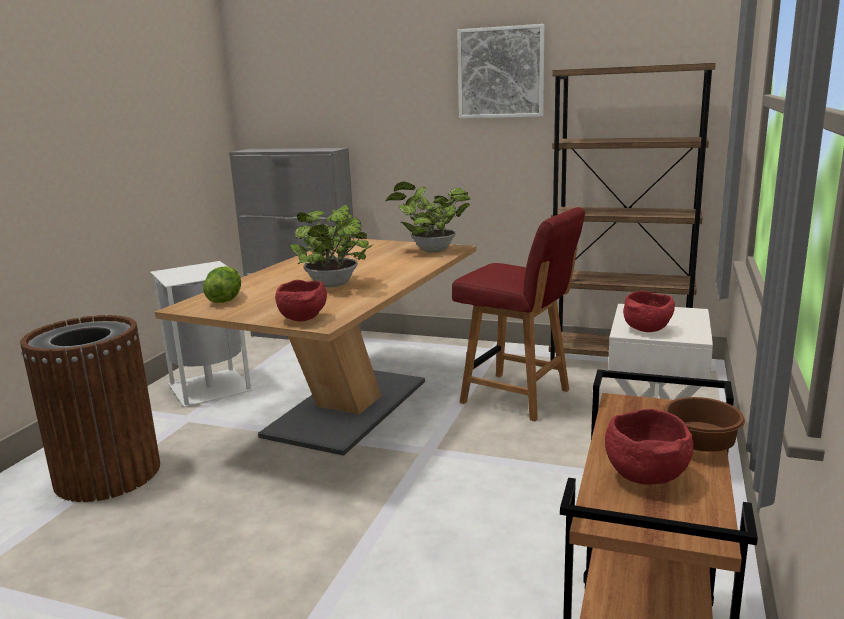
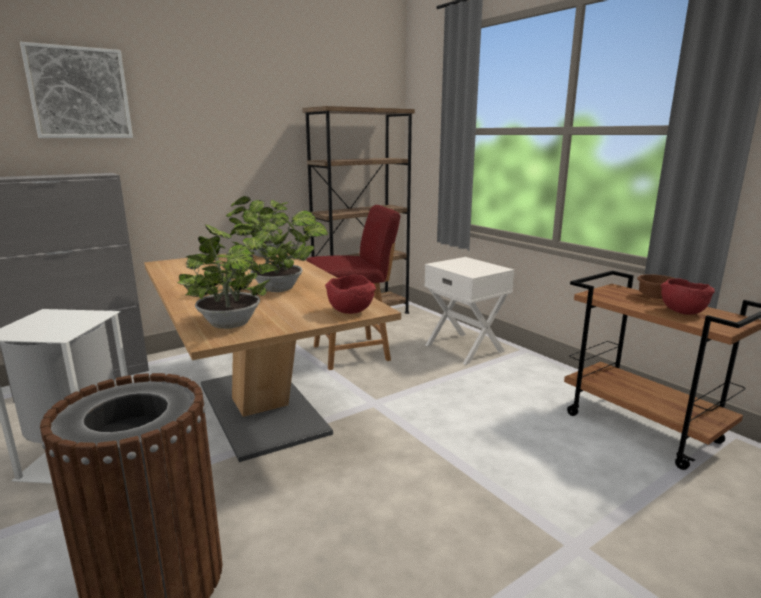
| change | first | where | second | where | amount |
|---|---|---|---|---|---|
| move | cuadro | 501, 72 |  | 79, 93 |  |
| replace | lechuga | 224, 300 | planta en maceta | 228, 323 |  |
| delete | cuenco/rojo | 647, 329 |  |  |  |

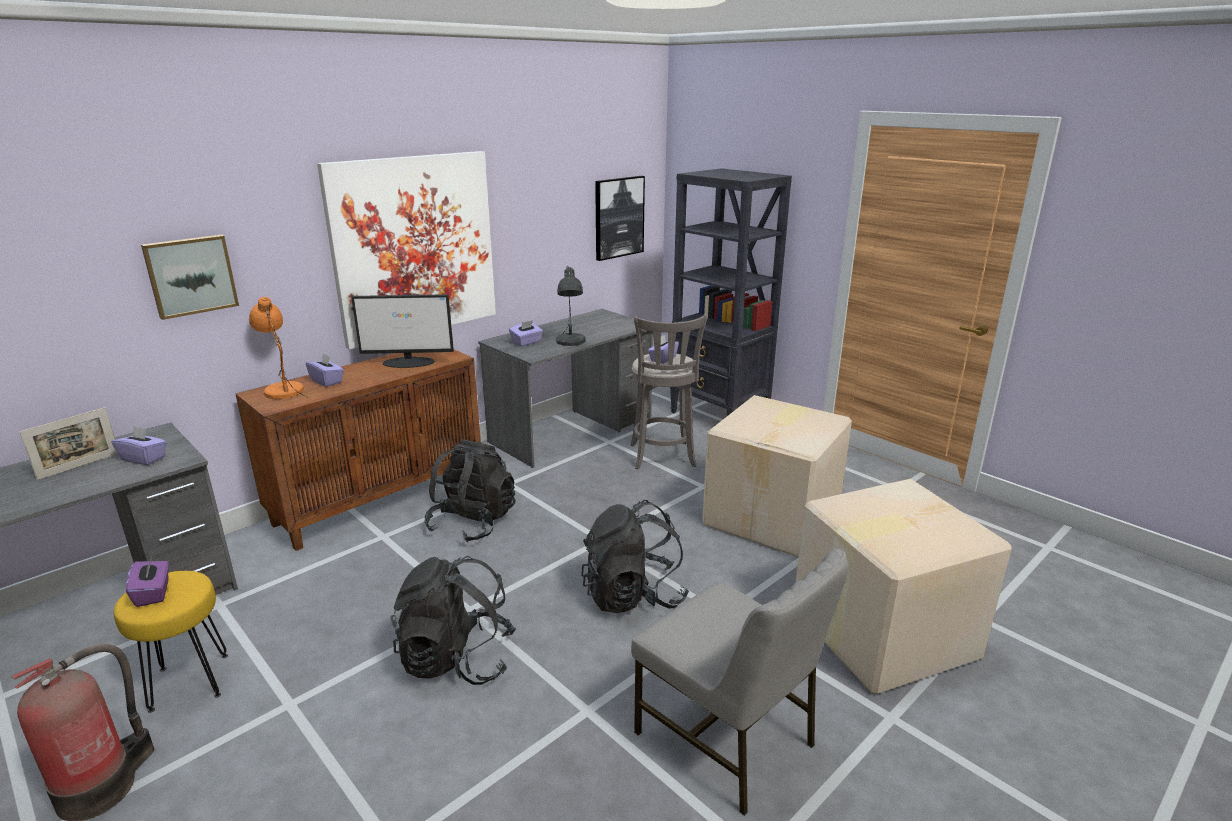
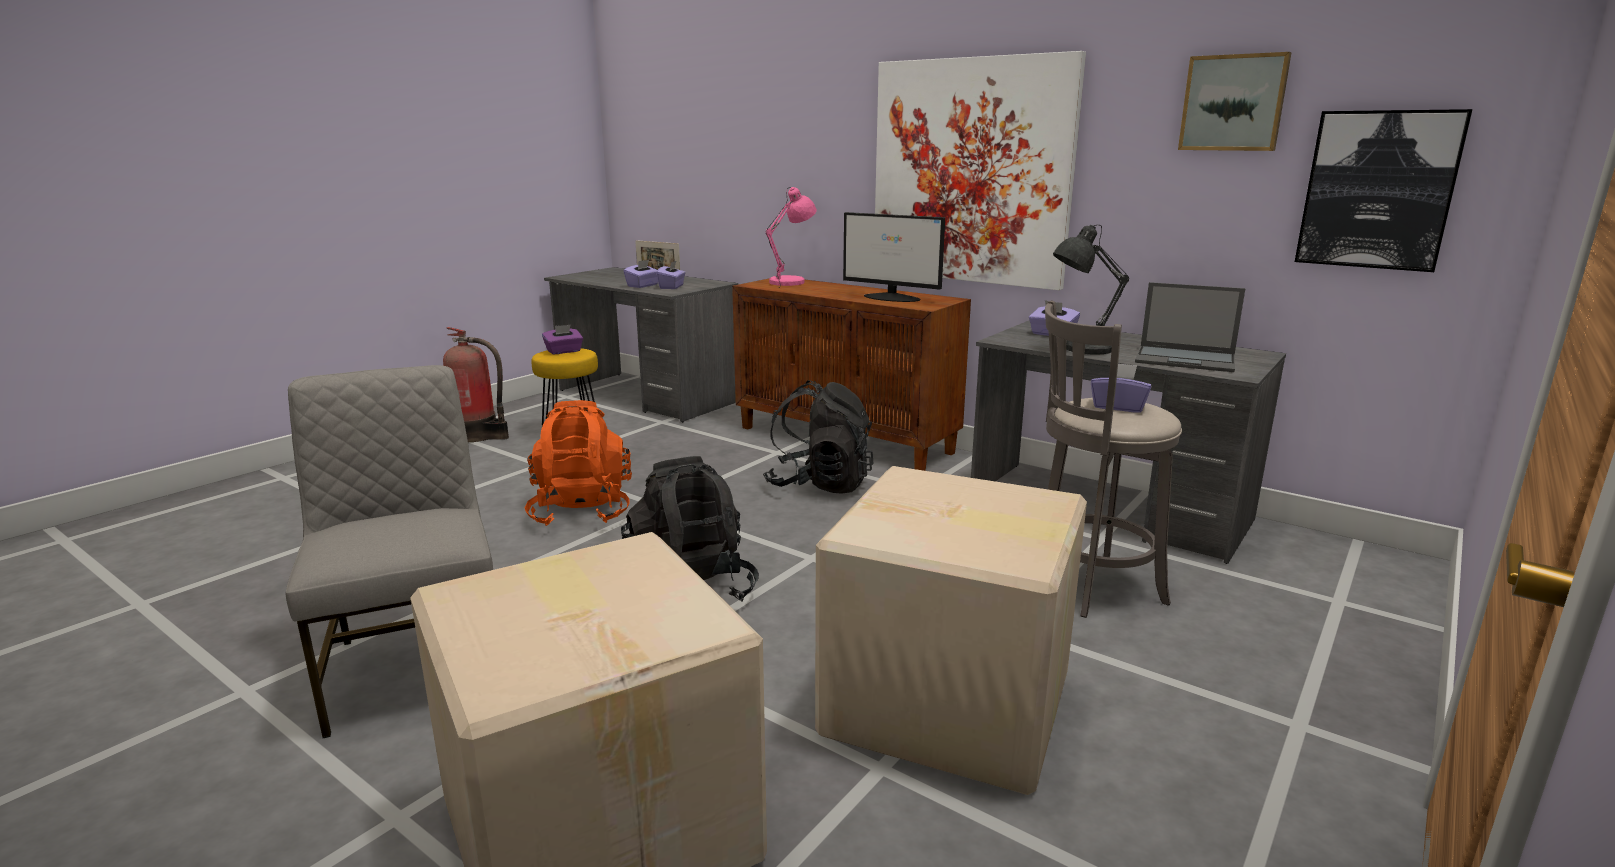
| change | first | where | second | where | amount |
|---|---|---|---|---|---|
| rotate | silla/gris | 727, 739 |  | 417, 666 | 120 degrees clockwise |
| recolor | mochila/negro | 456, 660 | mochila/naranja | 582, 511 |  |
| move | caja de pañuelos/morado | 327, 381 |  | 643, 285 |  |
| recolor | lámpara de mesa/naranja | 283, 390 | lámpara de mesa/rosa | 791, 282 |  |
| rotate | monitor | 409, 362 |  | 892, 298 | 45 degrees counterclockwise |
| insert |  |  | portátil | 1186, 359 |  |
| move | cuadro | 190, 275 |  | 1233, 103 |  |
| delete | estantería/negro | 719, 415 |  |  |  |

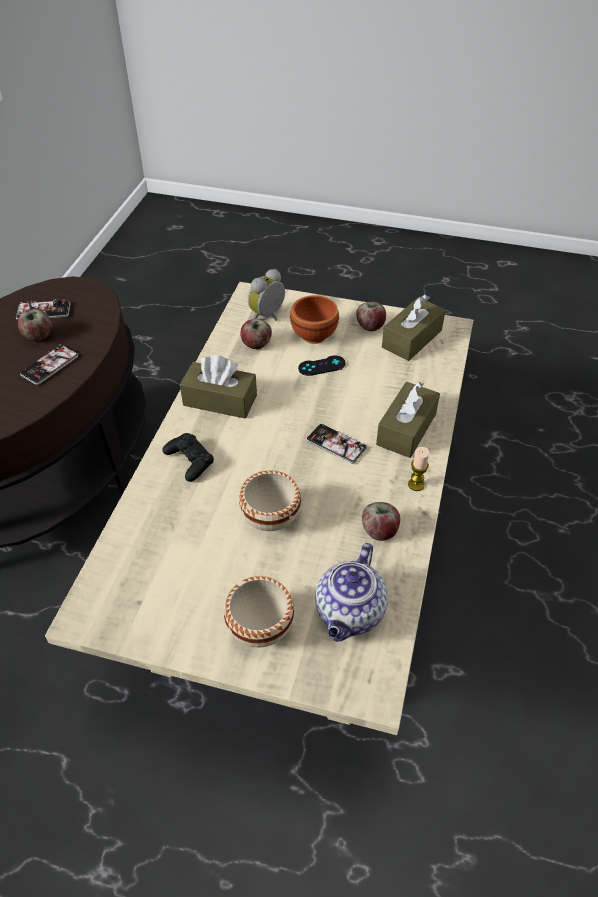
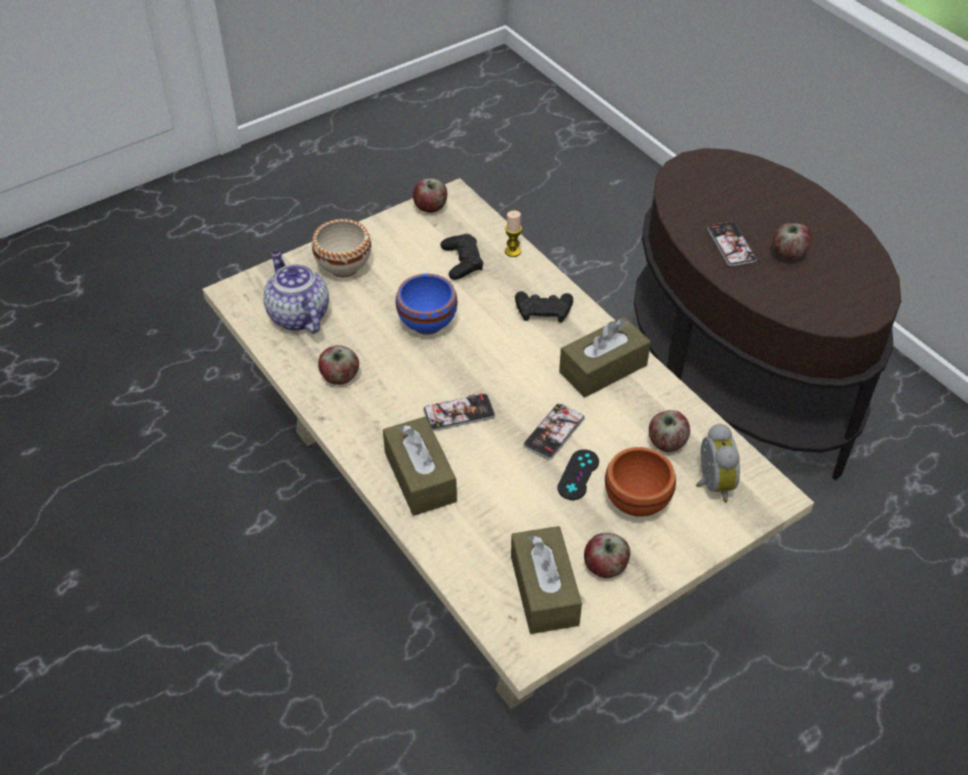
| change | first | where | second | where | amount |
|---|---|---|---|---|---|
| recolor | cuenco/beis | 272, 519 | cuenco/azul | 425, 324 |  |
| insert |  |  | manzana | 430, 208 |  |
| insert |  |  | mando de consola/negro | 462, 262 |  |
| move | vela | 416, 484 |  | 512, 251 |  |
| move | móvil | 43, 311 |  | 554, 432 |  |

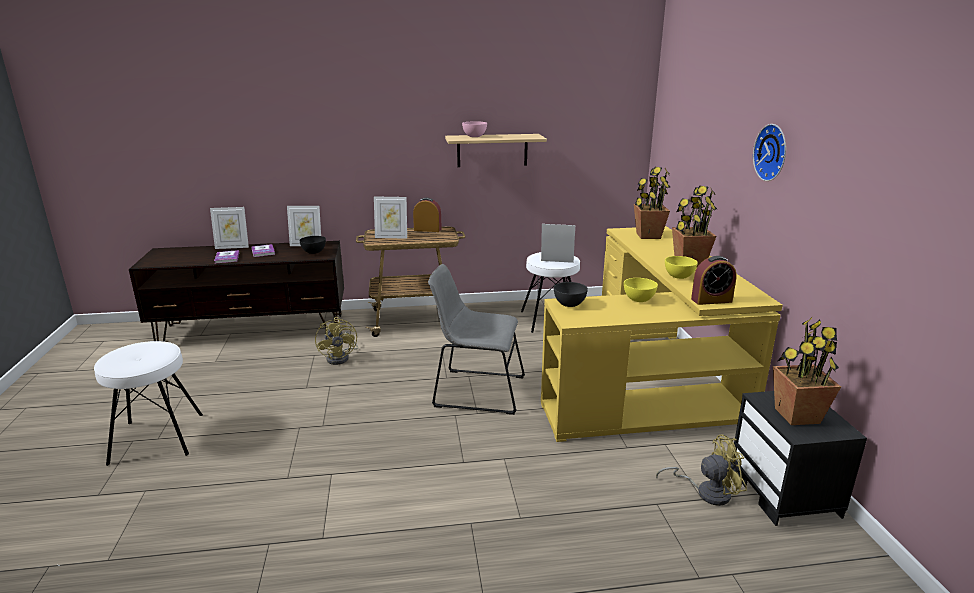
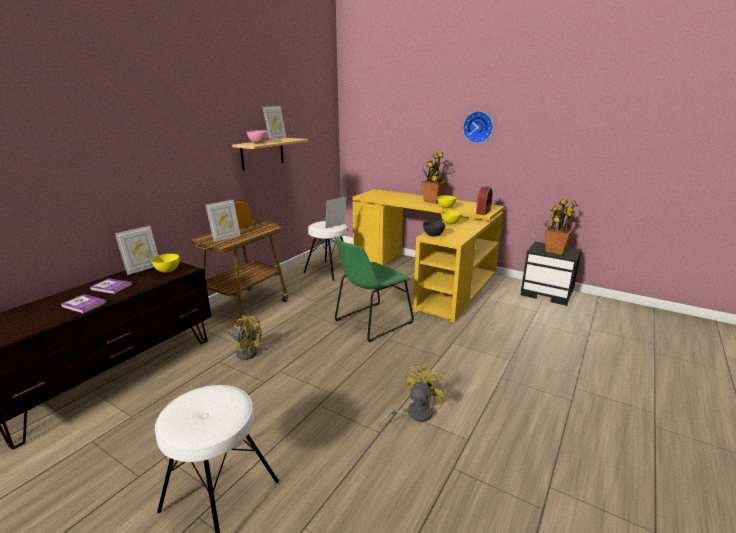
| change | first | where | second | where | amount |
|---|---|---|---|---|---|
| recolor | cuenco/negro | 314, 252 | cuenco/amarillo | 168, 270 |  |
| move | portarretratos | 232, 247 |  | 276, 139 |  |
| recolor | silla/gris | 475, 391 | silla/verde | 371, 322 |  |
| move | ventilador/amarillo | 706, 492 |  | 414, 414 |  |
| delete | planta en maceta | 648, 236 |  |  |  |

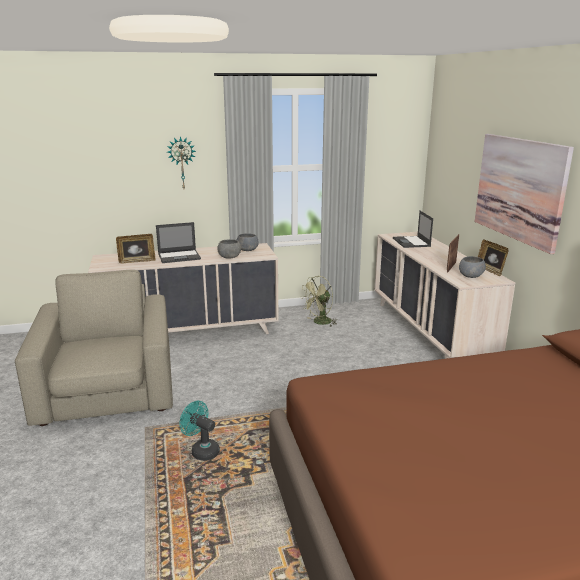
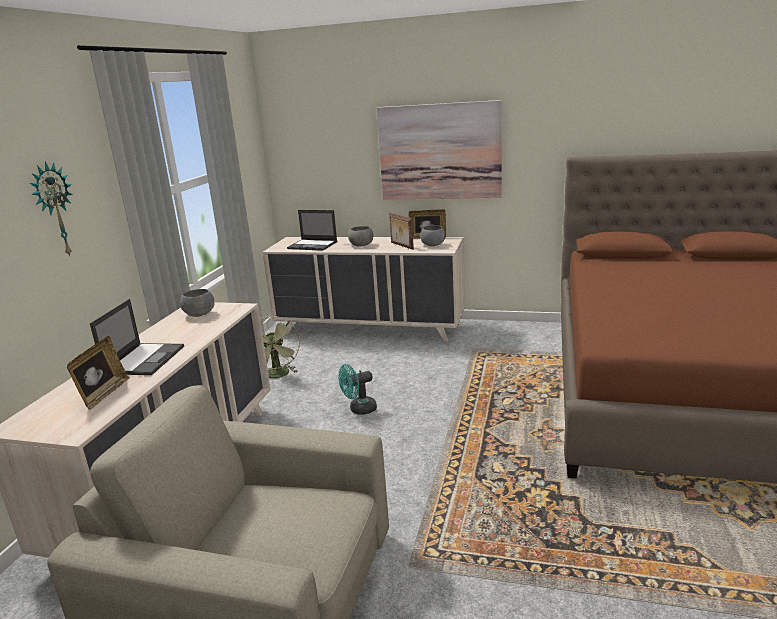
| change | first | where | second | where | amount |
|---|---|---|---|---|---|
| move | ventilador/turquesa | 202, 450 |  | 359, 410 |  |
| move | cuenco/gris | 229, 257 |  | 361, 245 |  |

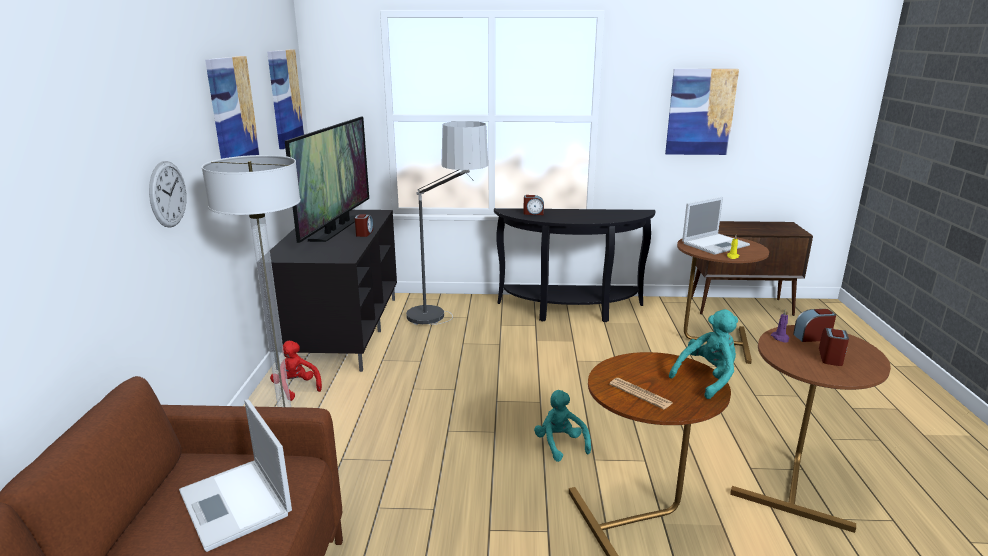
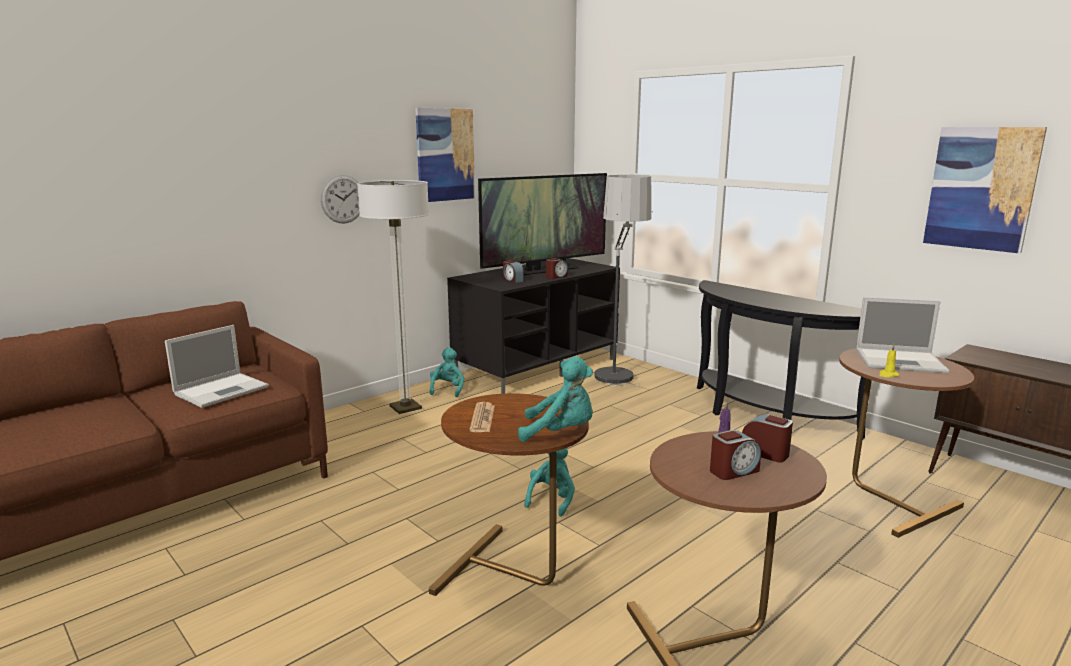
| change | first | where | second | where | amount |
|---|---|---|---|---|---|
| rotate | portátil | 236, 504 |  | 223, 390 | 150 degrees counterclockwise |
| recolor | peluche/rojo | 296, 388 | peluche/turquesa | 447, 389 |  |
| move | despertador | 533, 213 |  | 512, 280 |  |
| delete | cuadro | 285, 98 |  |  |  |

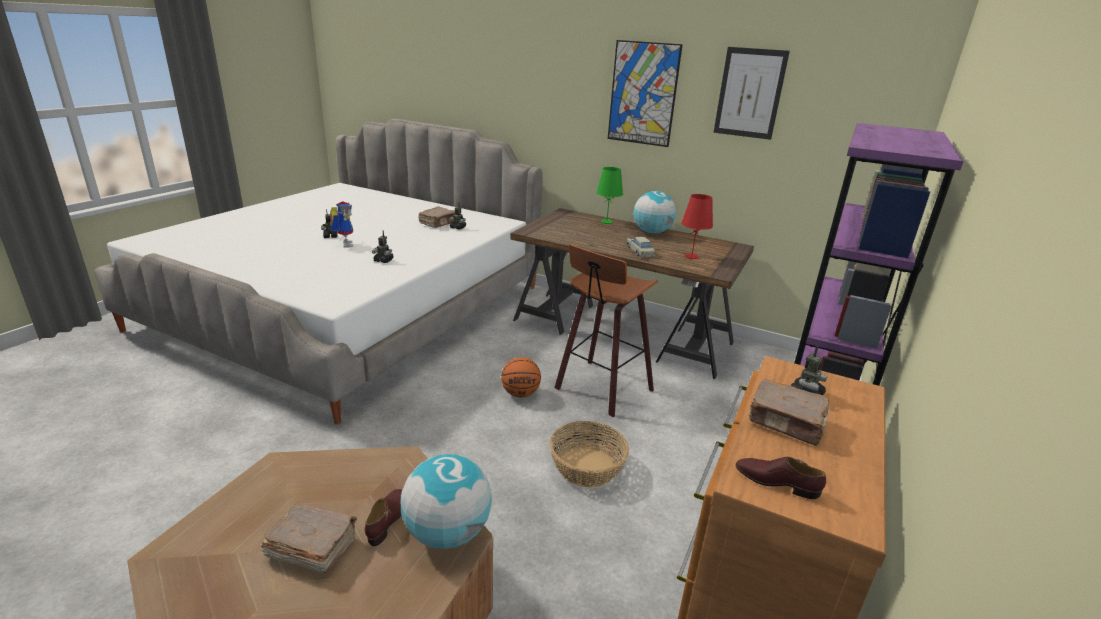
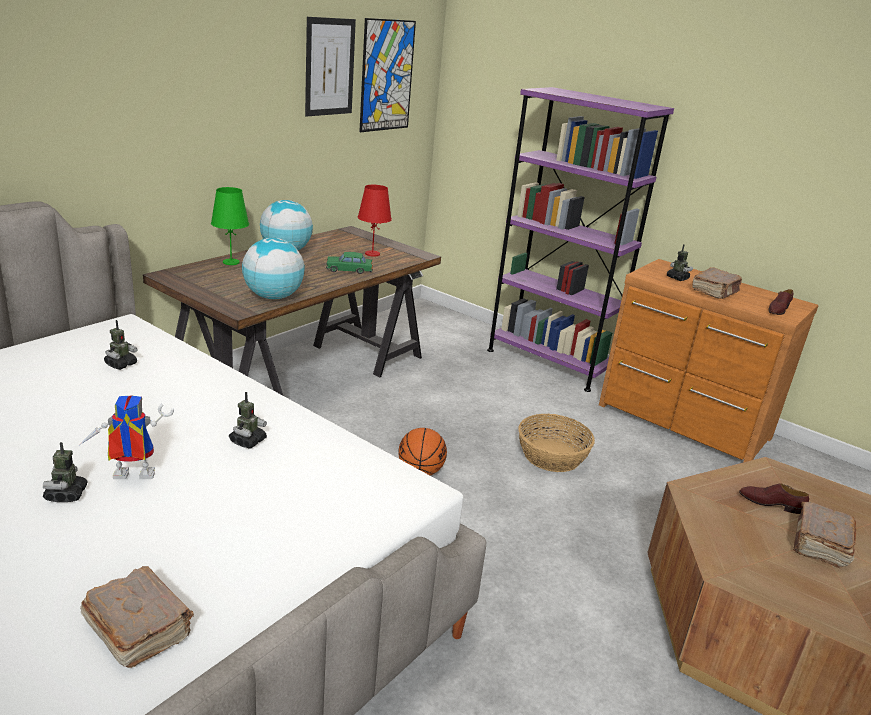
| change | first | where | second | where | amount |
|---|---|---|---|---|---|
| move | libro/marrón | 438, 223 |  | 138, 628 |  |
| move | globo terráqueo | 447, 533 |  | 273, 297 |  |
| recolor | coche de juguete/beis | 640, 252 | coche de juguete/verde | 349, 270 |  |
| move | cuadro | 643, 94 |  | 387, 76 |  |
| delete | taburete | 600, 389 |  |  |  |

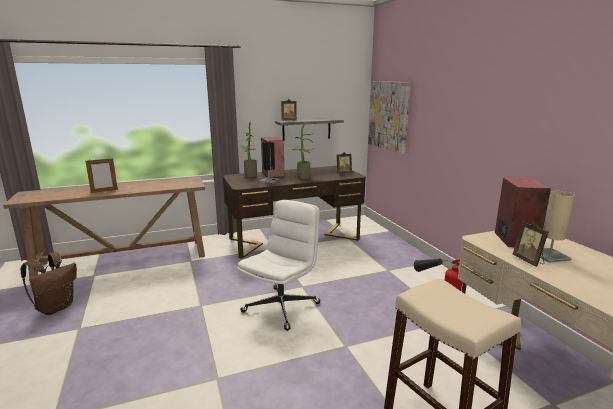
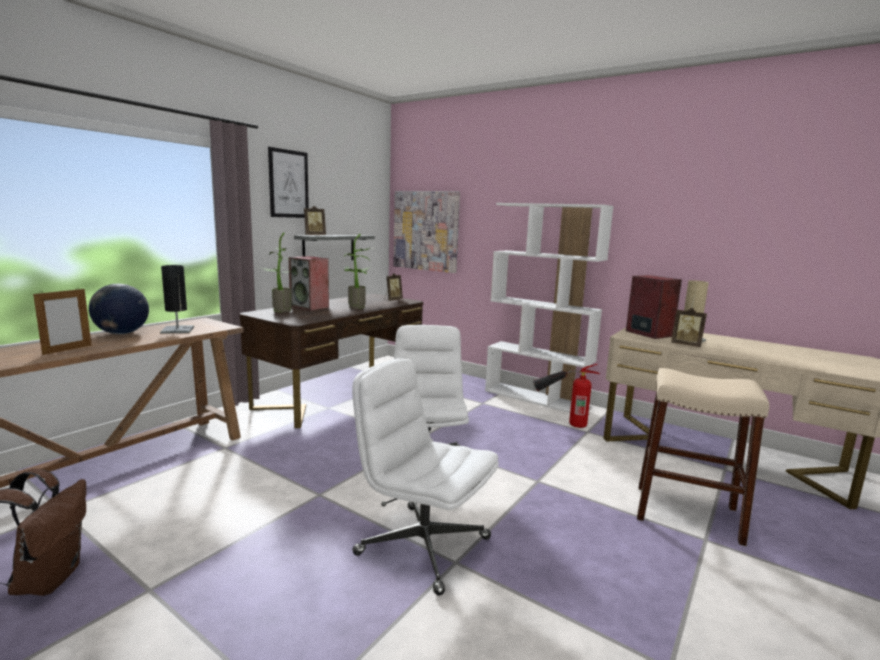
| change | first | where | second | where | amount |
|---|---|---|---|---|---|
| insert |  |  | globo terráqueo | 121, 333 |  |
| move | lámpara de mesa/negro | 269, 180 |  | 177, 330 |  |
| insert |  |  | cuadro | 288, 184 |  |
| insert |  |  | silla de oficina/blanco | 421, 545 |  |
| insert |  |  | estantería/blanco | 537, 398 |  |

